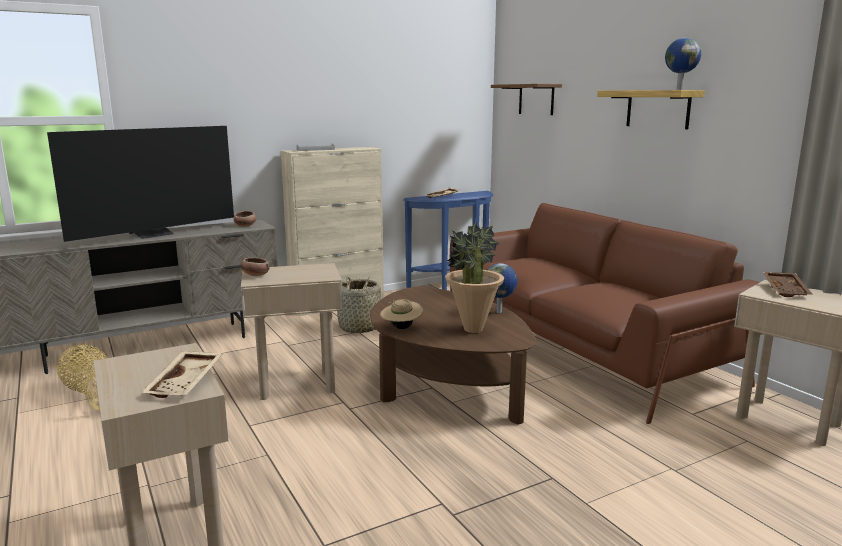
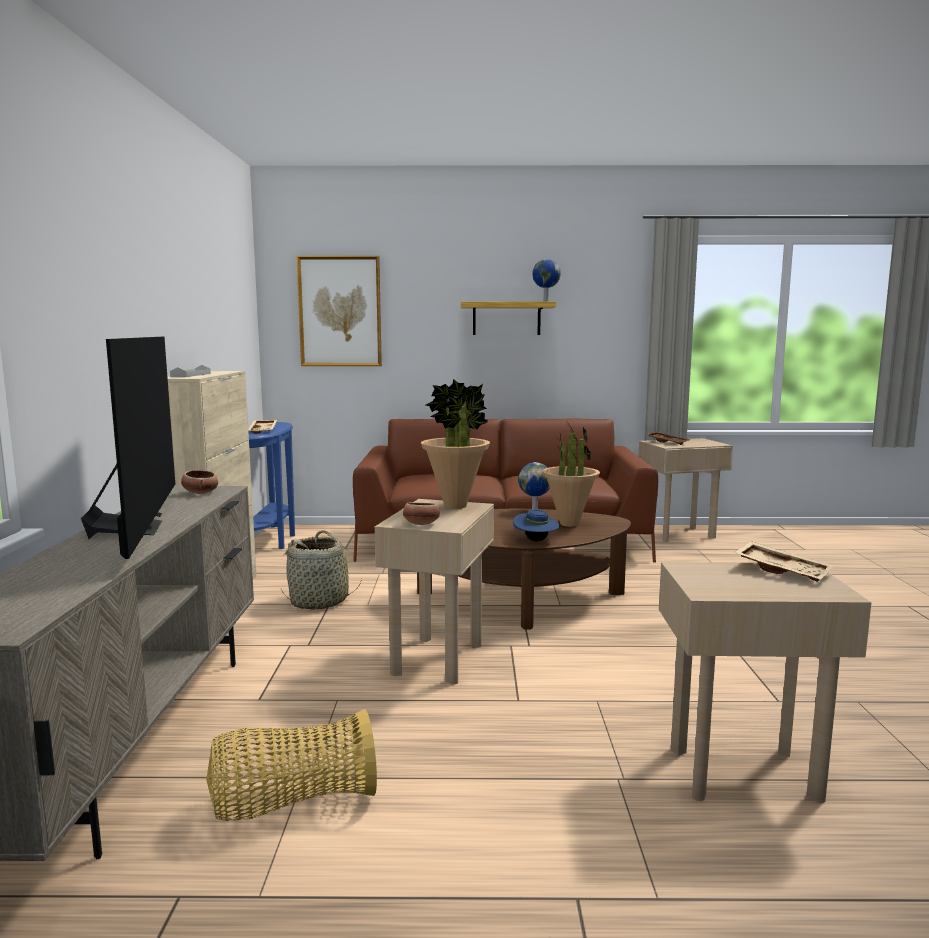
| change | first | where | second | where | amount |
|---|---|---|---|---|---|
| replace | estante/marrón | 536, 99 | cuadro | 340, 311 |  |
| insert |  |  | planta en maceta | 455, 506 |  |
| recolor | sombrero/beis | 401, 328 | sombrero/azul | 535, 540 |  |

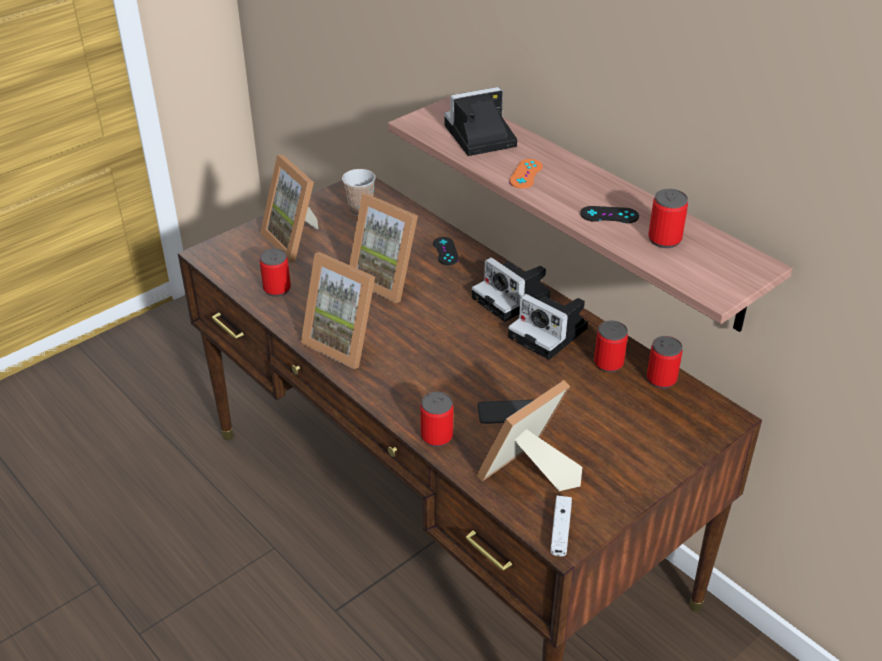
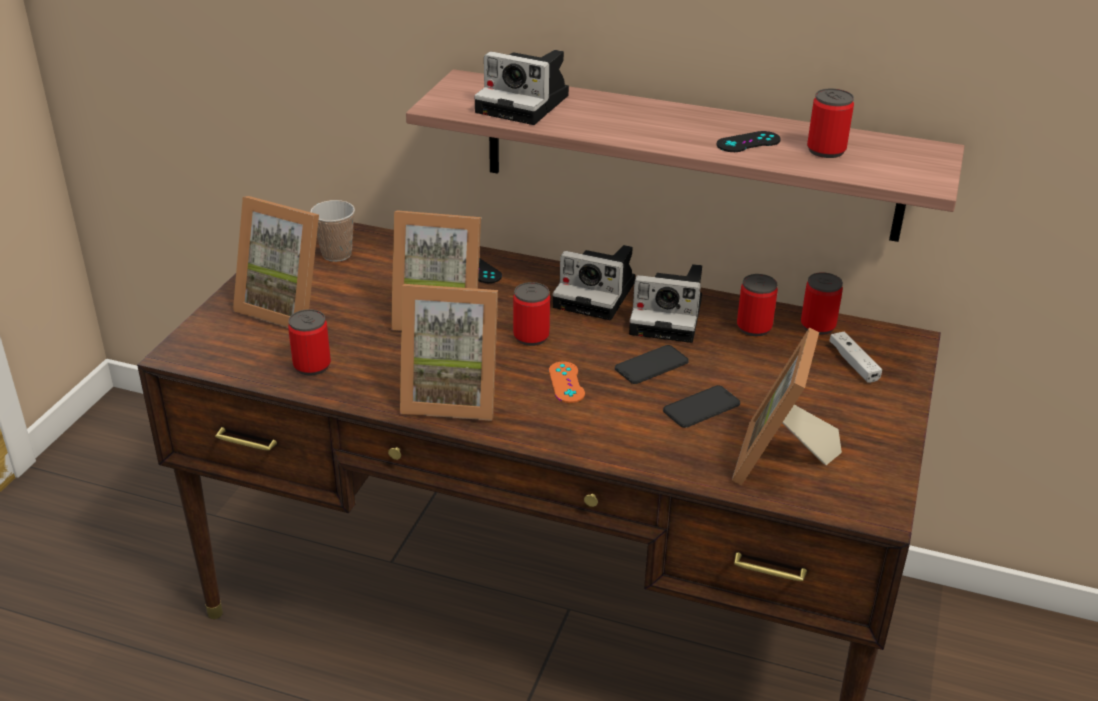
| change | first | where | second | where | amount |
|---|---|---|---|---|---|
| rotate | cámara | 477, 137 |  | 526, 104 | 105 degrees counterclockwise |
| move | lata | 437, 437 |  | 531, 336 |  |
| move | mando de consola/naranja | 526, 174 |  | 566, 382 |  |
| insert |  |  | móvil | 651, 365 |  |
| move | mando de consola/blanco | 560, 530 |  | 853, 363 |  |

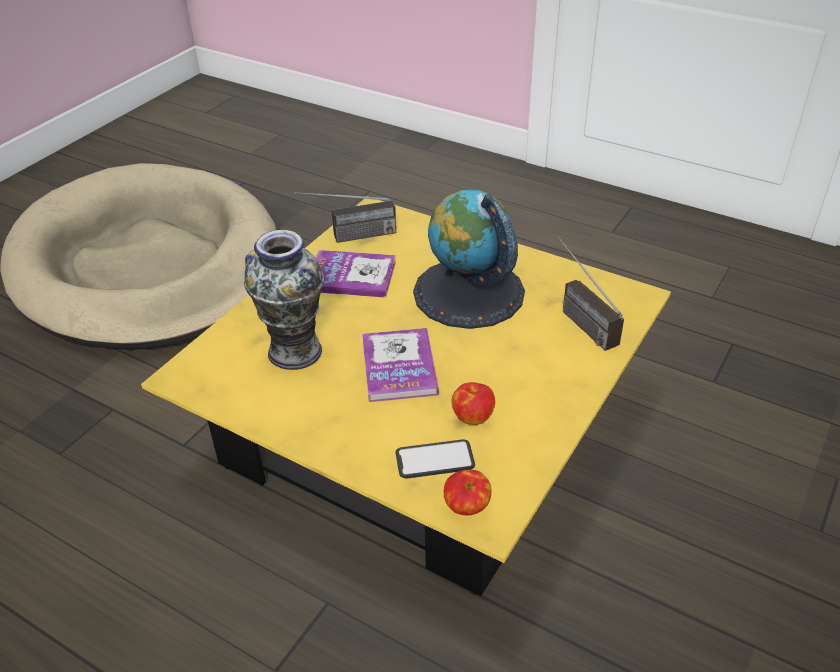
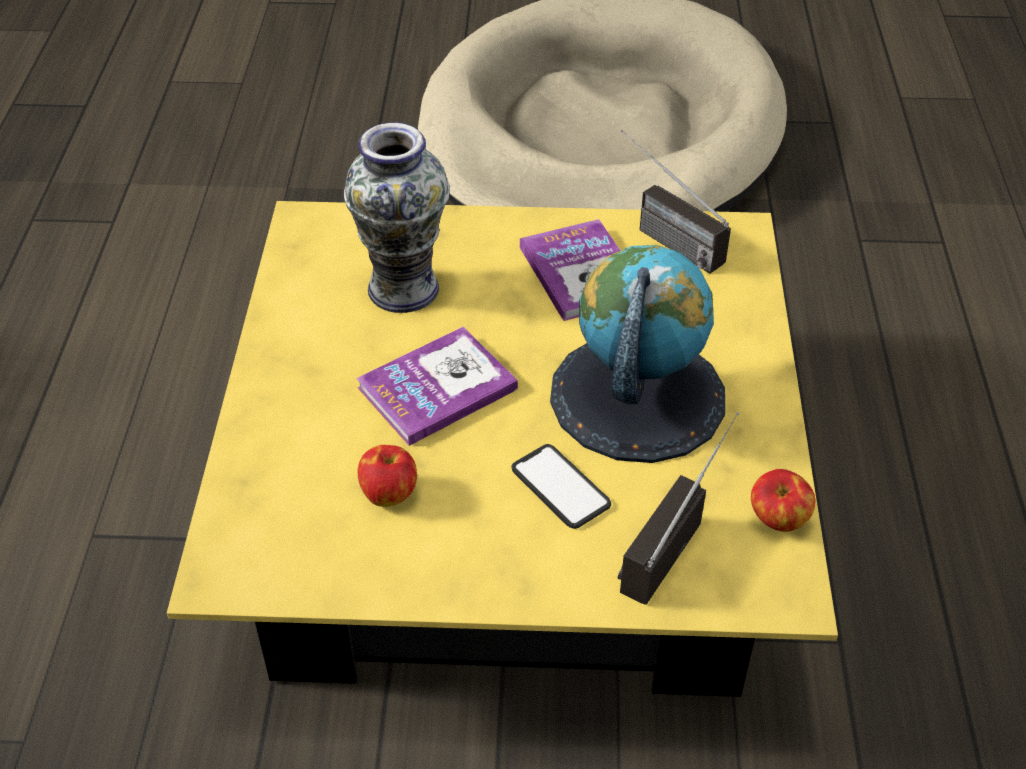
| change | first | where | second | where | amount |
|---|---|---|---|---|---|
| move | móvil | 435, 460 |  | 560, 487 |  |
| move | manzana | 467, 507 |  | 778, 520 |  |

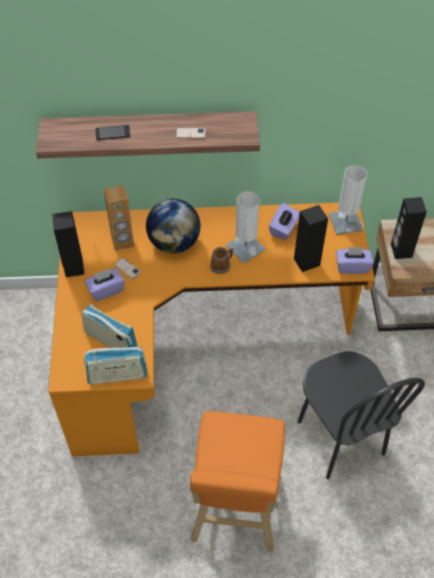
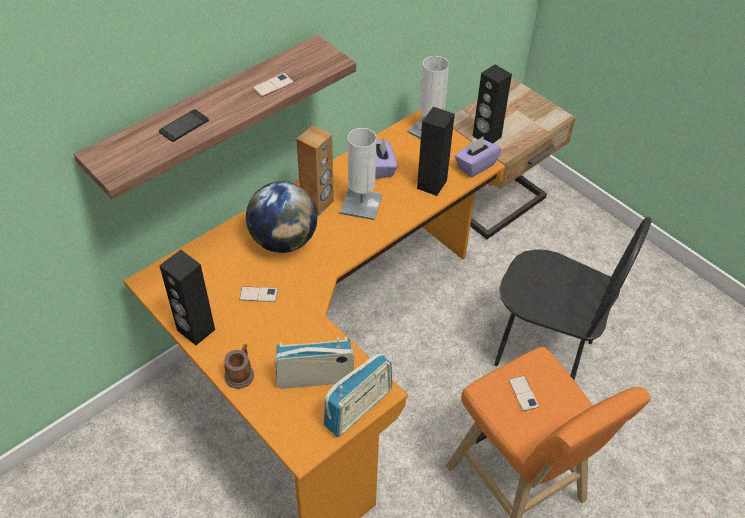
| change | first | where | second | where | amount |
|---|---|---|---|---|---|
| move | taza grande | 222, 265 |  | 240, 373 |  |
| move | altavoz/marrón | 123, 242 |  | 317, 204 |  |
| insert |  |  | móvil | 523, 393 |  |
| delete | caja de pañuelos/morado | 106, 290 |  |  |  |

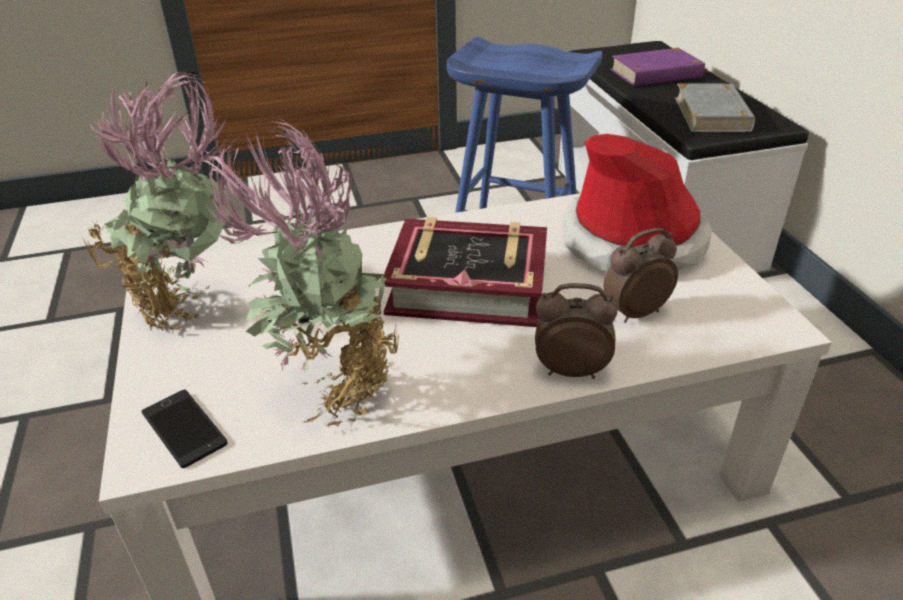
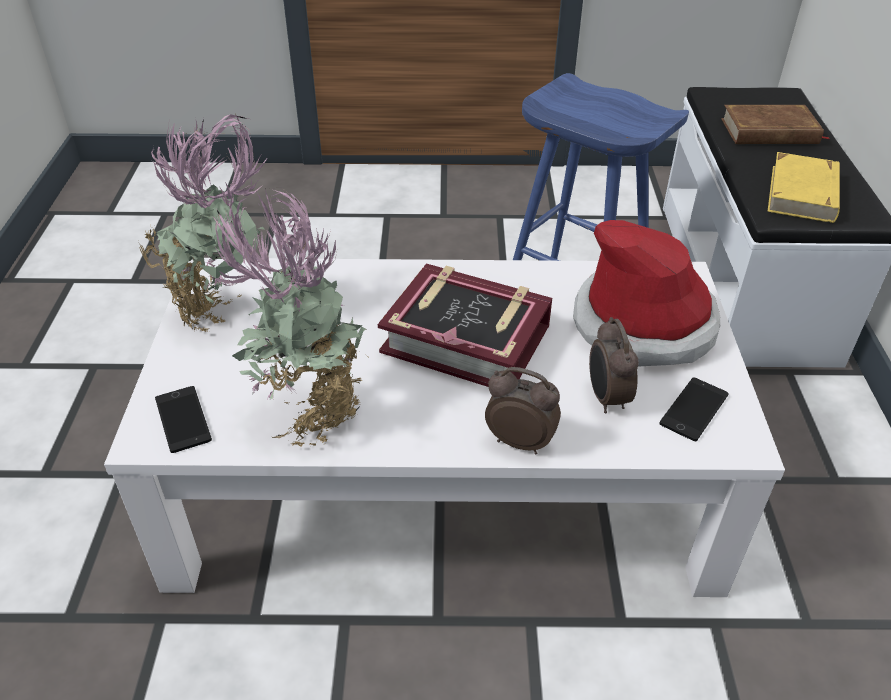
| change | first | where | second | where | amount |
|---|---|---|---|---|---|
| rotate | despertador | 633, 312 |  | 606, 398 | 90 degrees counterclockwise |
| insert |  |  | móvil | 694, 409 |  |
| recolor | libro/morado | 656, 73 | libro/marrón | 769, 132 |  |
| recolor | libro/gris | 712, 114 | libro/amarillo | 803, 193 |  |

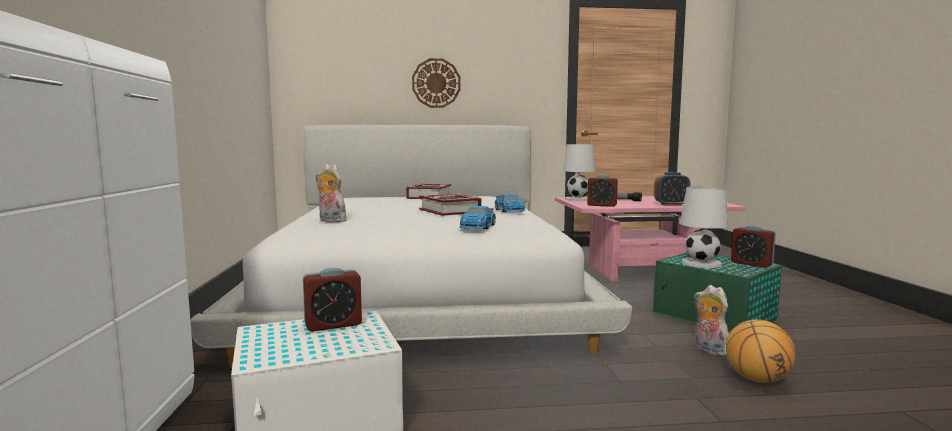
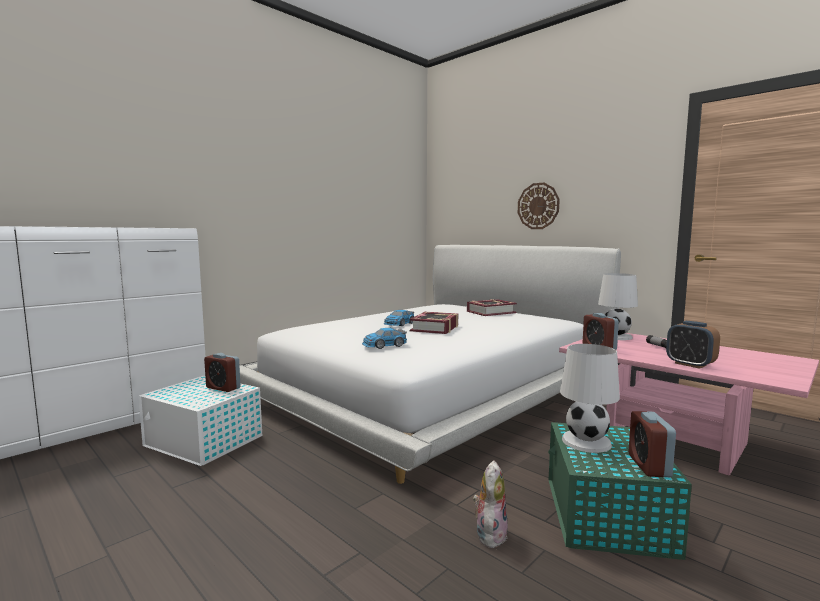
| change | first | where | second | where | amount |
|---|---|---|---|---|---|
| move | coche de juguete | 509, 210 |  | 399, 324 |  |
| delete | peluche | 330, 221 |  |  |  |
| delete | balón de baloncesto | 757, 379 |  |  |  |

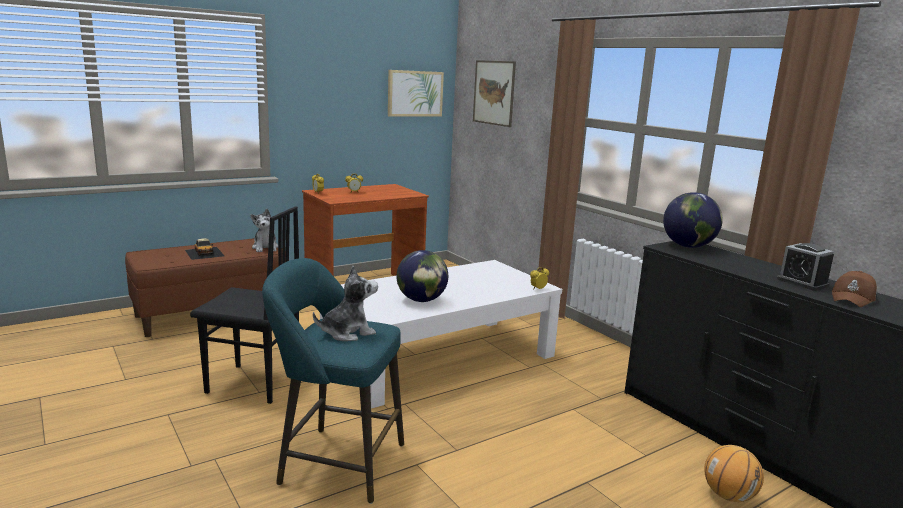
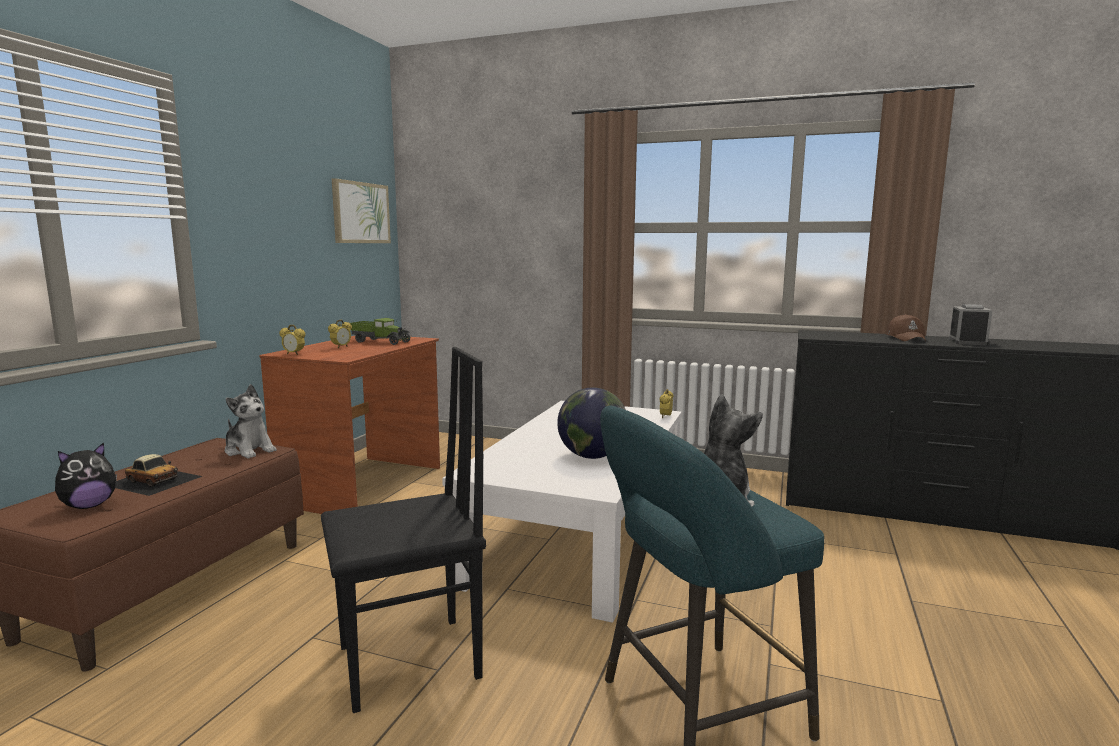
| change | first | where | second | where | amount |
|---|---|---|---|---|---|
| insert |  |  | peluche | 89, 506 |  |
| insert |  |  | camión de juguete | 379, 341 |  |
| move | gorra/marrón | 853, 298 |  | 906, 338 |  |
| rotate | despertador | 802, 282 |  | 967, 342 | 90 degrees counterclockwise |
| delete | cuadro | 494, 92 |  |  |  |
| delete | globo terráqueo | 688, 246 |  |  |  |
| delete | balón de baloncesto | 729, 496 |  |  |  |

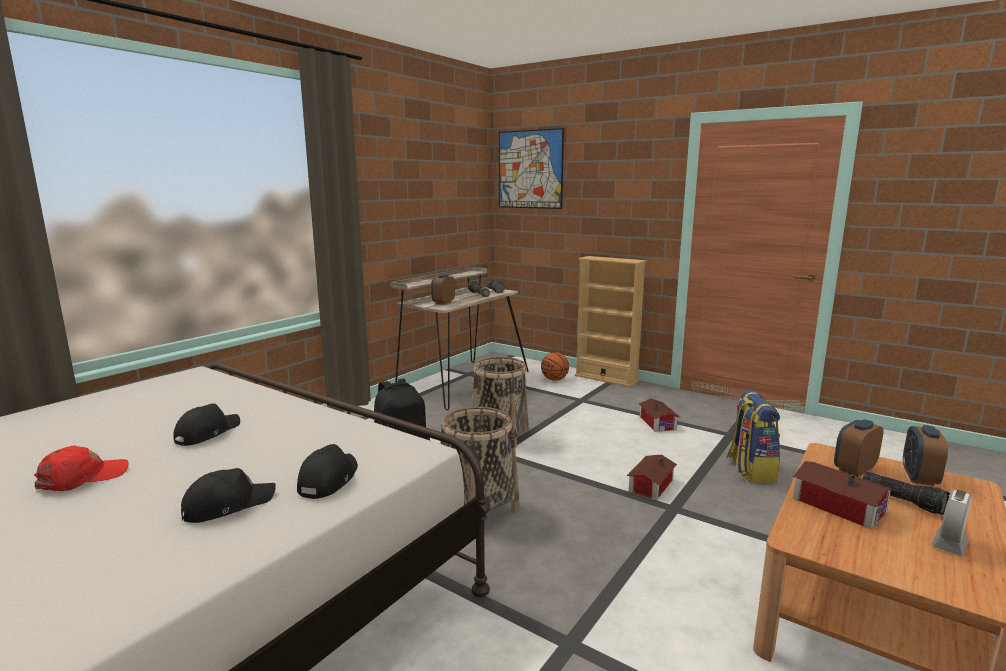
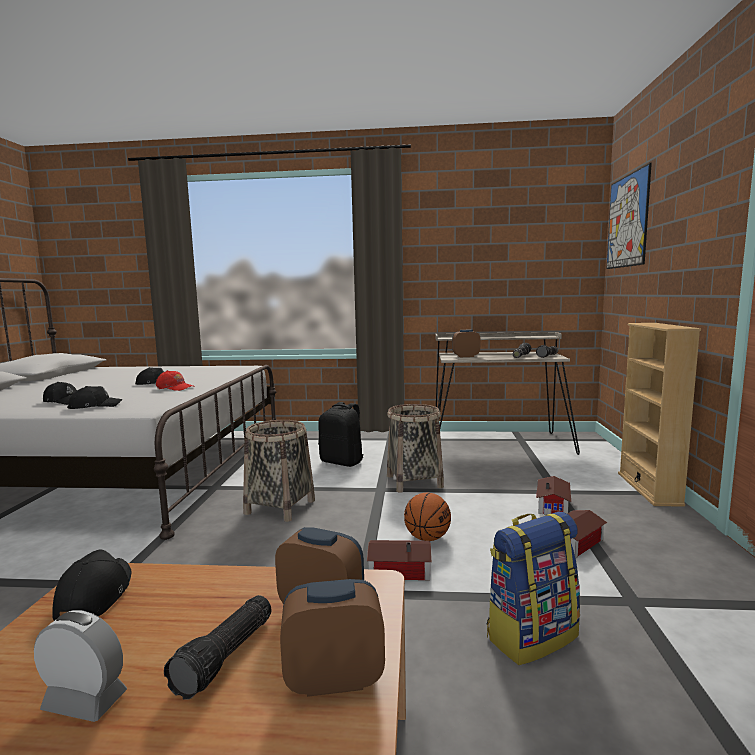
| change | first | where | second | where | amount |
|---|---|---|---|---|---|
| insert |  |  | gorra/negro | 95, 596 |  |
| move | gorra/rojo | 83, 477 |  | 175, 388 |  |
| move | balón de baloncesto | 554, 379 |  | 427, 538 |  |
| move | casita | 837, 504 |  | 554, 505 |  |

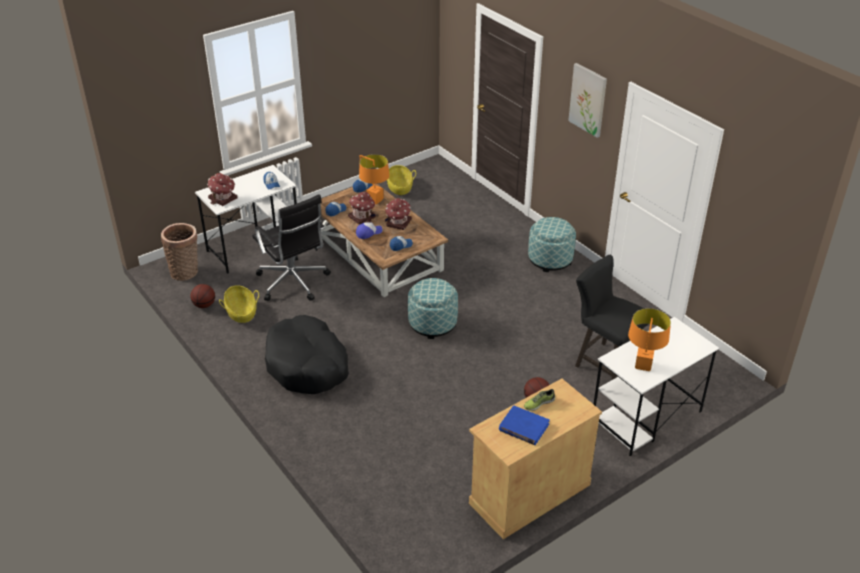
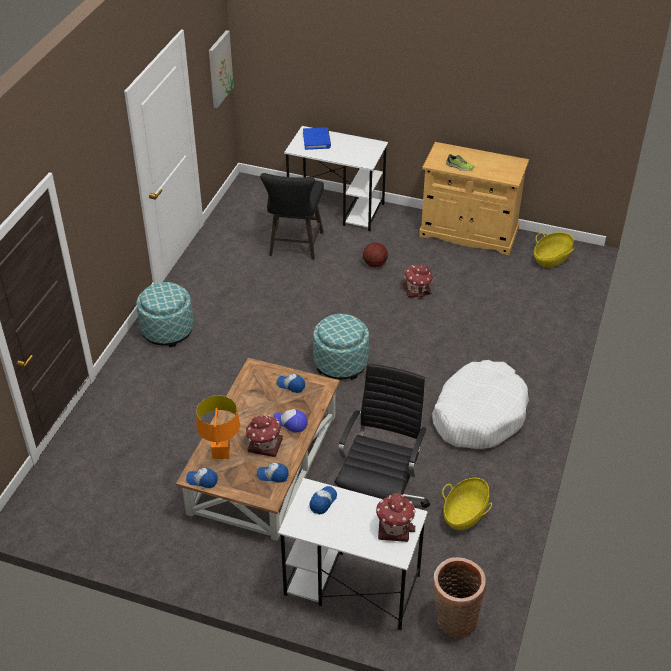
| change | first | where | second | where | amount |
|---|---|---|---|---|---|
| move | cuadro | 588, 100 |  | 219, 69 |  |
| move | libro/azul | 523, 427 |  | 316, 140 |  |
| move | casita | 398, 223 |  | 417, 290 |  |
| recolor | cama para perro/negro | 307, 365 | cama para perro/blanco | 479, 414 |  |
| move | cesta | 399, 187 |  | 551, 258 |  |
| delete | balón de baloncesto | 204, 305 |  |  |  |
| delete | lámpara de mesa/naranja | 643, 365 |  |  |  |

